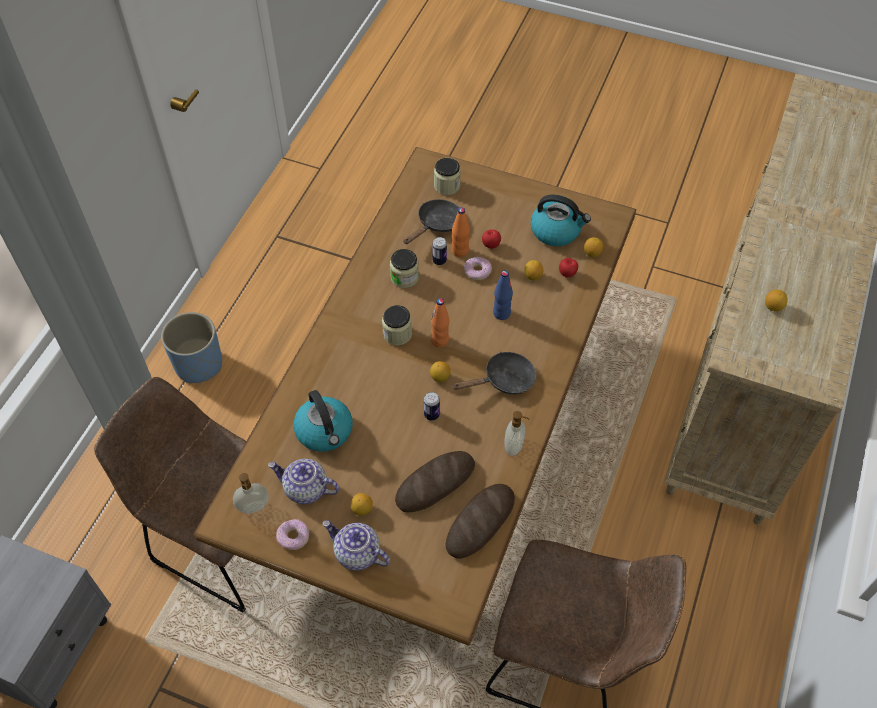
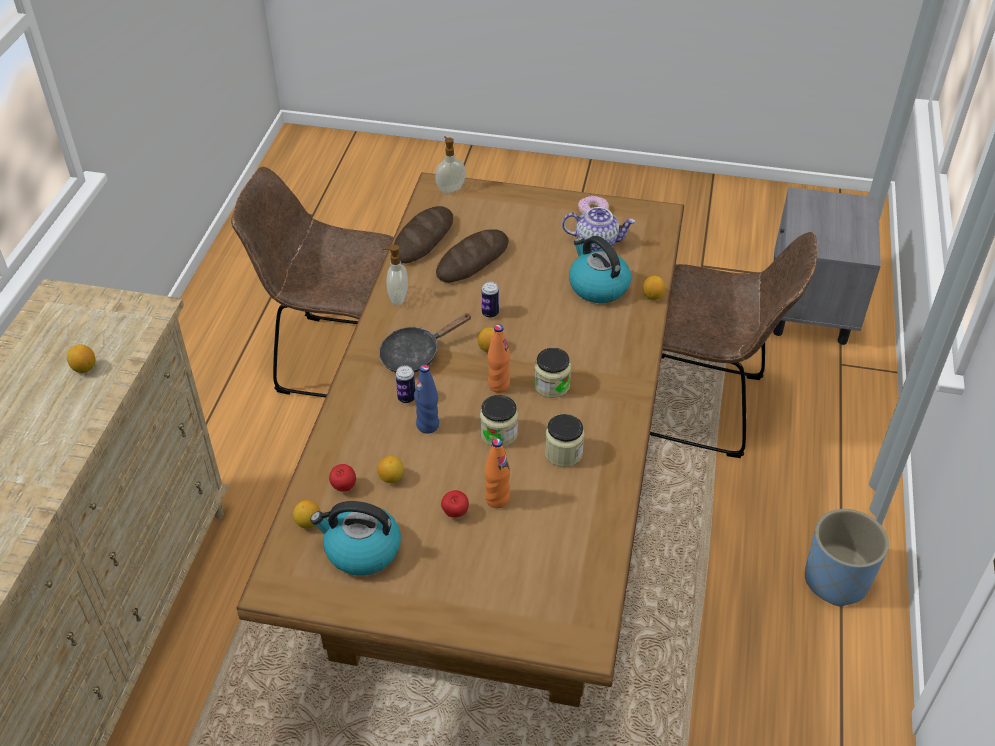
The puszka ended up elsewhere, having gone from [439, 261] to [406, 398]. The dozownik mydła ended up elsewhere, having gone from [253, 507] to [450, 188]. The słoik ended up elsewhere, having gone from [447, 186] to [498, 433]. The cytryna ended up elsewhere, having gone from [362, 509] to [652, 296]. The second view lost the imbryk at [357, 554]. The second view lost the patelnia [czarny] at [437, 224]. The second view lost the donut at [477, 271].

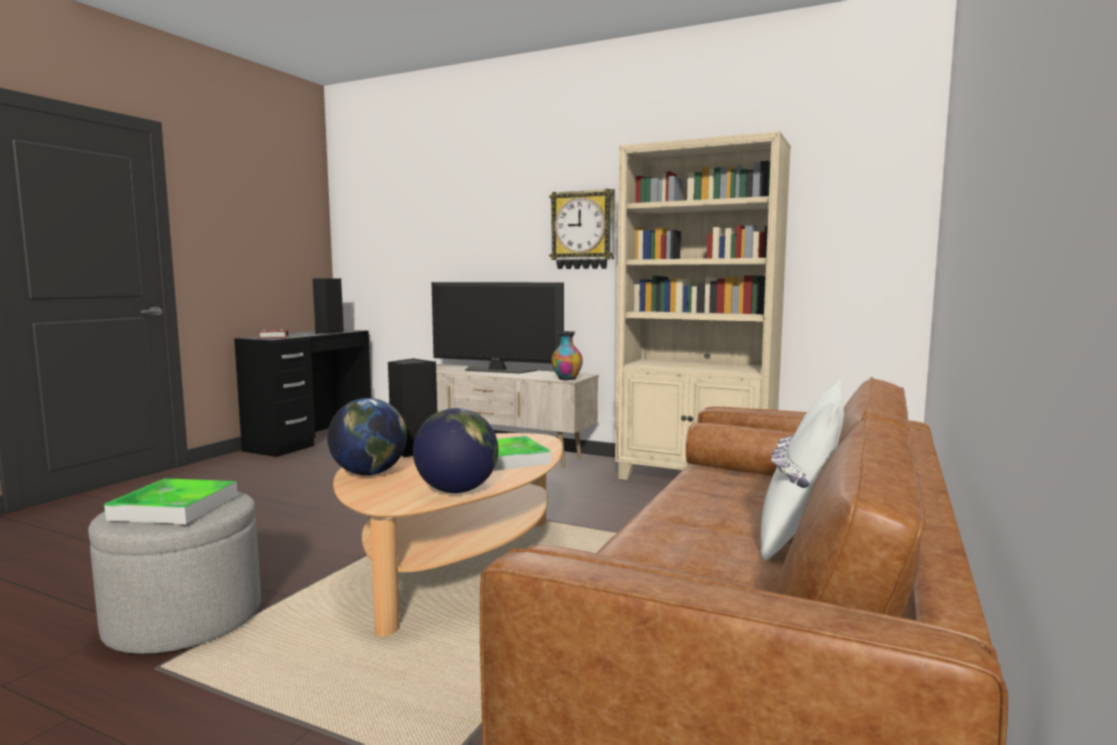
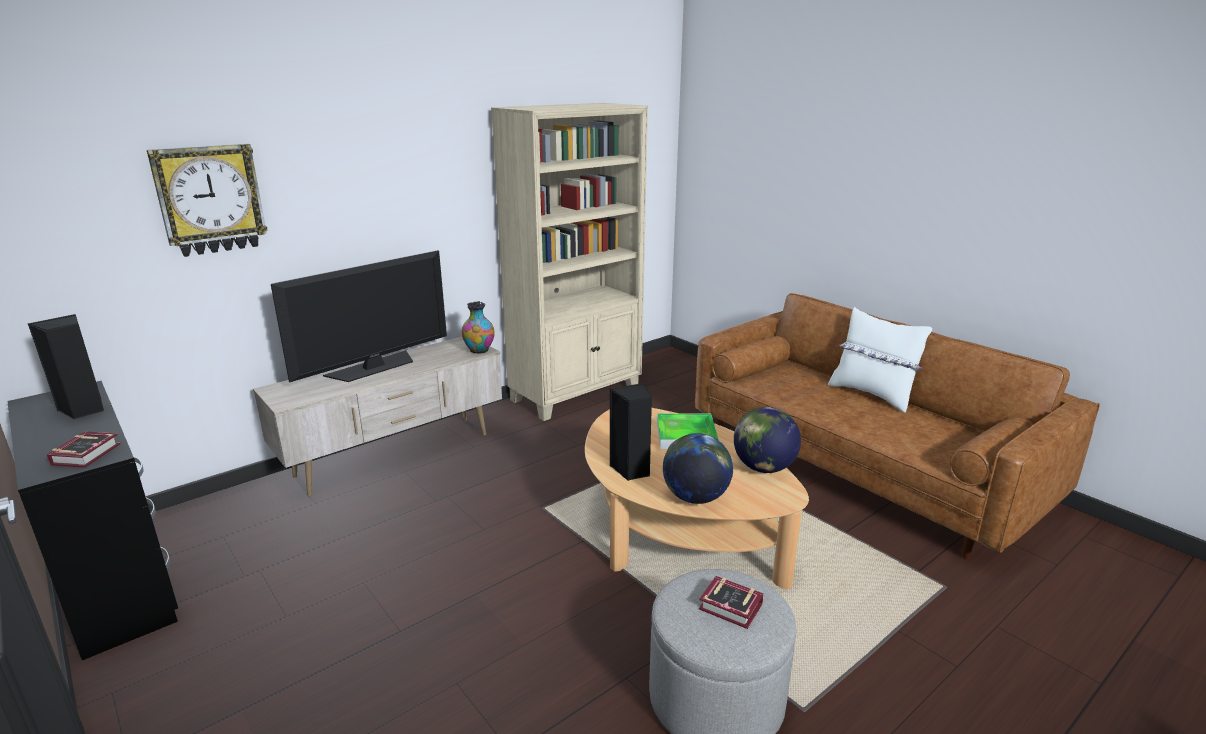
The zegar ścienny ended up elsewhere, having gone from [583, 230] to [210, 199]. Where the taca stood at [175, 507], the książka came to stand at [732, 608].

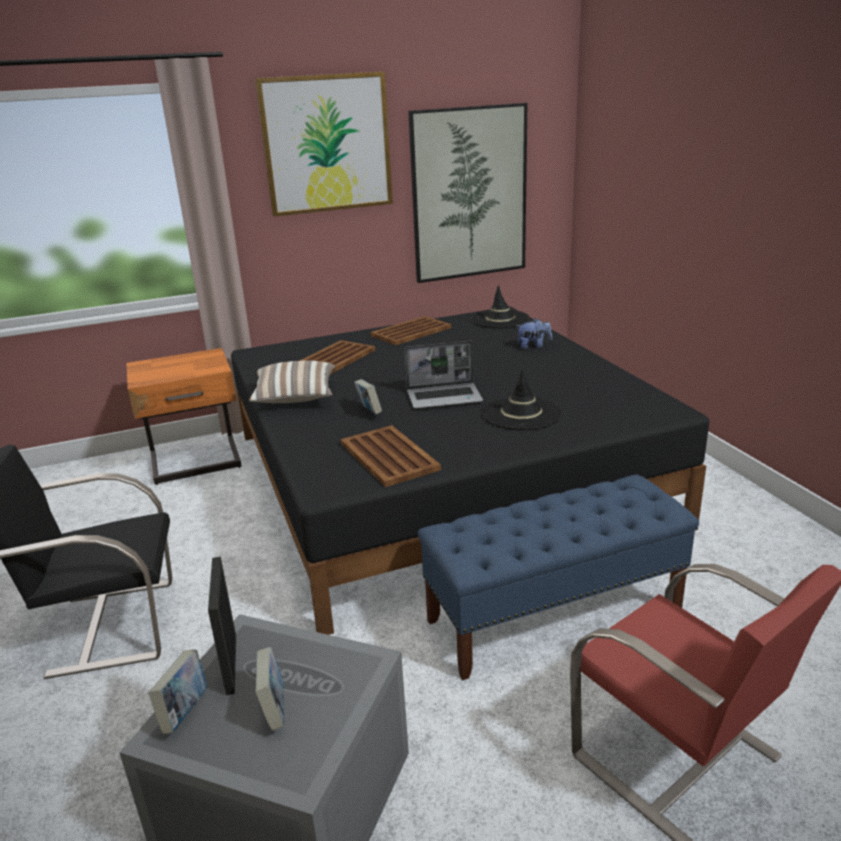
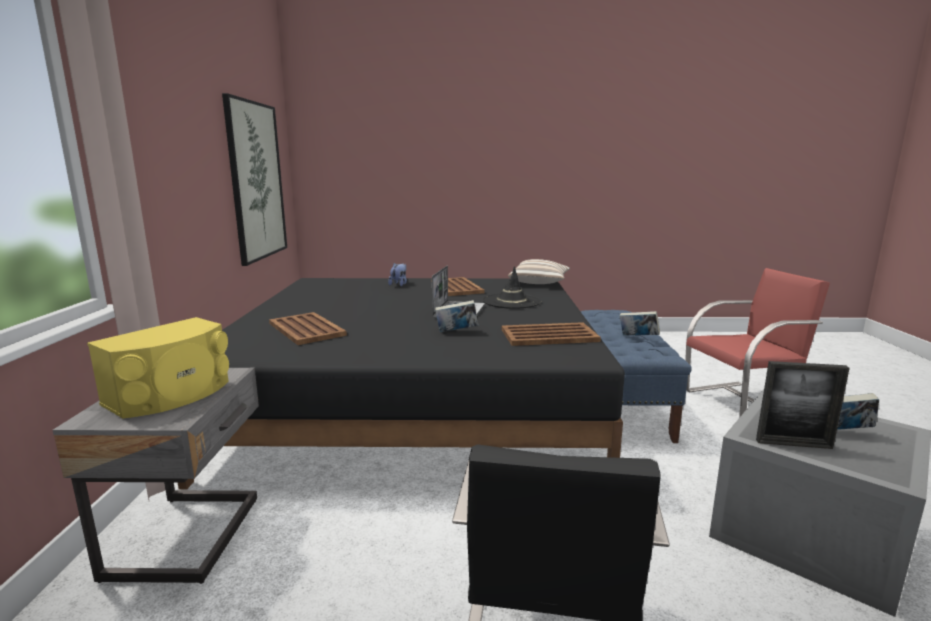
What was the szafka nocna [pomarańczowy] at [197, 463] turned into the szafka nocna [szary] at [190, 536]. The second view gained the głośnik [żółty] at [172, 394]. The taca [brązowy] ended up elsewhere, having gone from [411, 331] to [456, 287]. The poduszka ended up elsewhere, having gone from [295, 398] to [539, 283]. The książka ended up elsewhere, having gone from [184, 711] to [638, 337]. The second view lost the obraz at [327, 144]. The second view lost the kapelusz [czarny] at [500, 319].

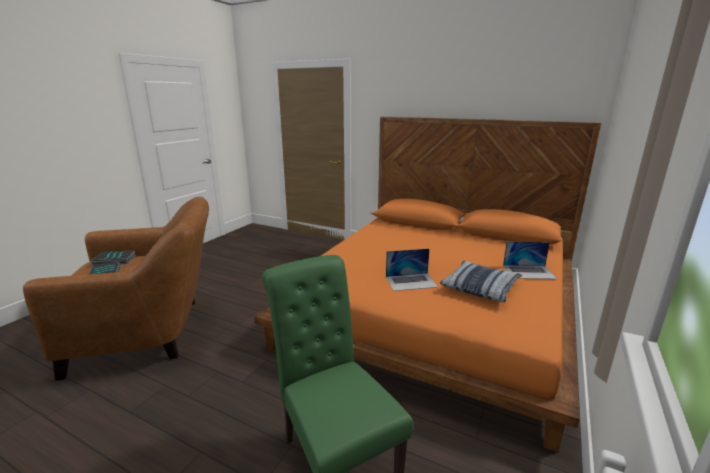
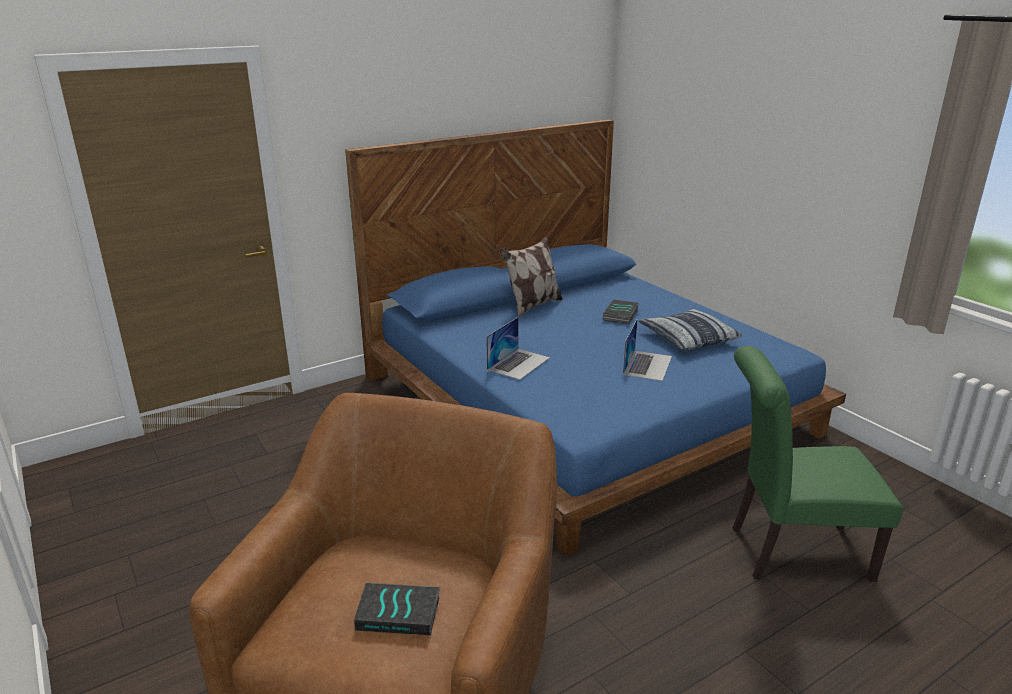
What was the łóżko [pomarańczowy] at [435, 310] turned into the łóżko [niebieski] at [584, 404]. The laptop ended up elsewhere, having gone from [529, 272] to [518, 363]. The second view gained the poduszka at [532, 306]. The książka ended up elsewhere, having gone from [114, 261] to [621, 315].

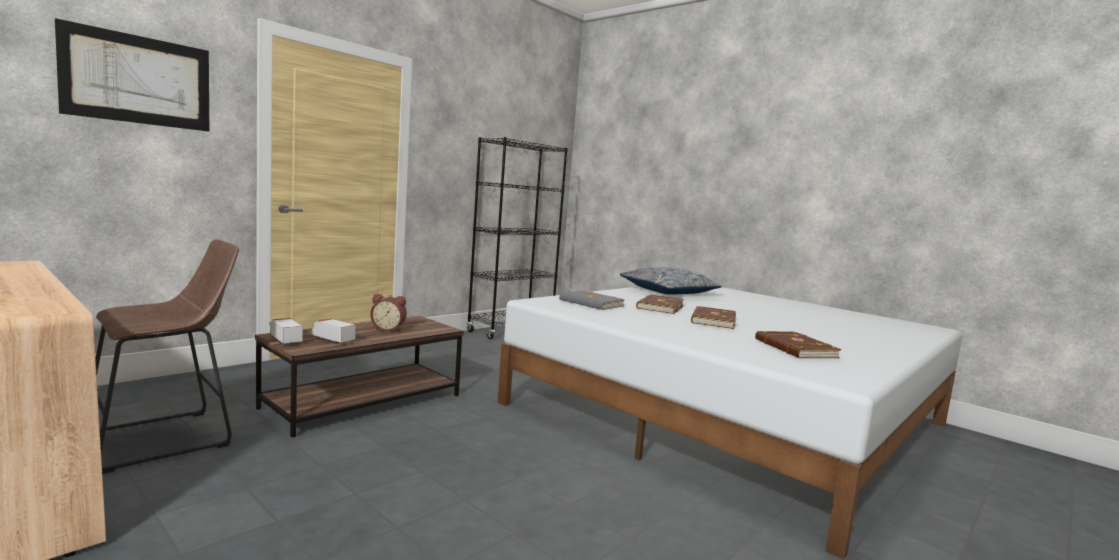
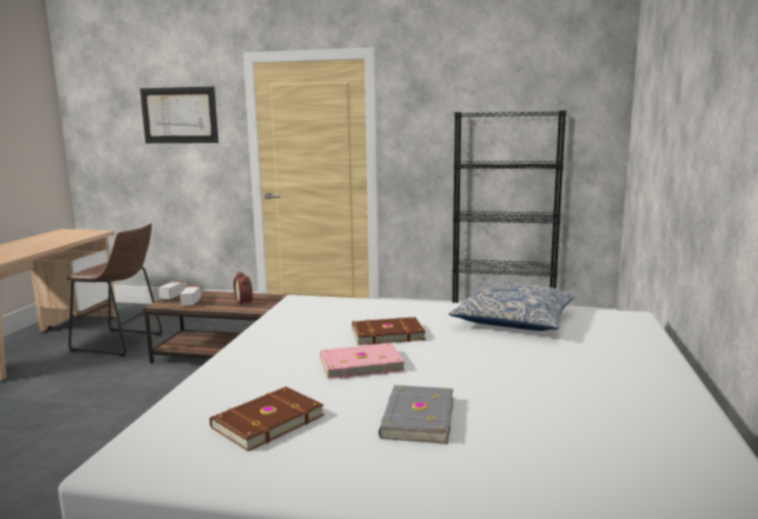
What was the książka [brązowy] at [712, 320] turned into the książka [różowy] at [360, 364]. The książka [szary] ended up elsewhere, having gone from [591, 303] to [416, 418].

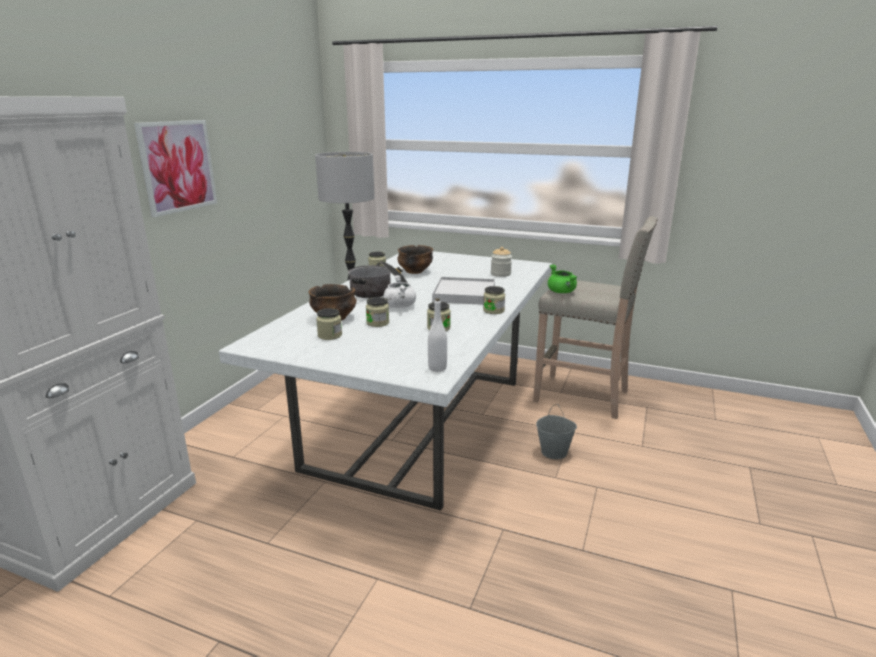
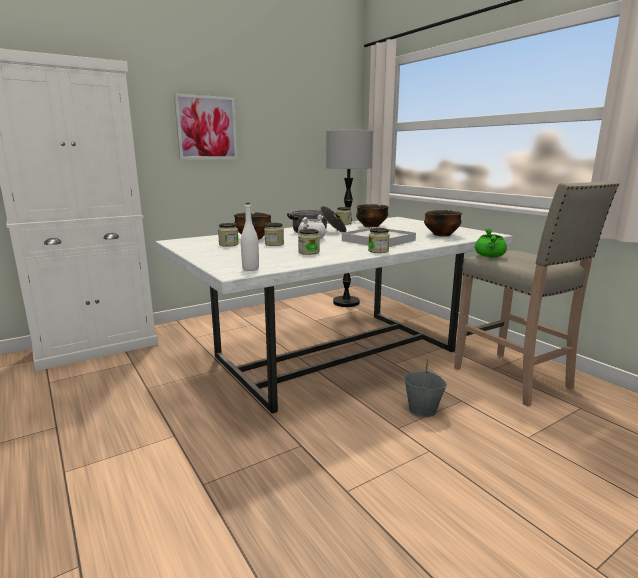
Where the słoik stood at [500, 274], the miska came to stand at [441, 235].

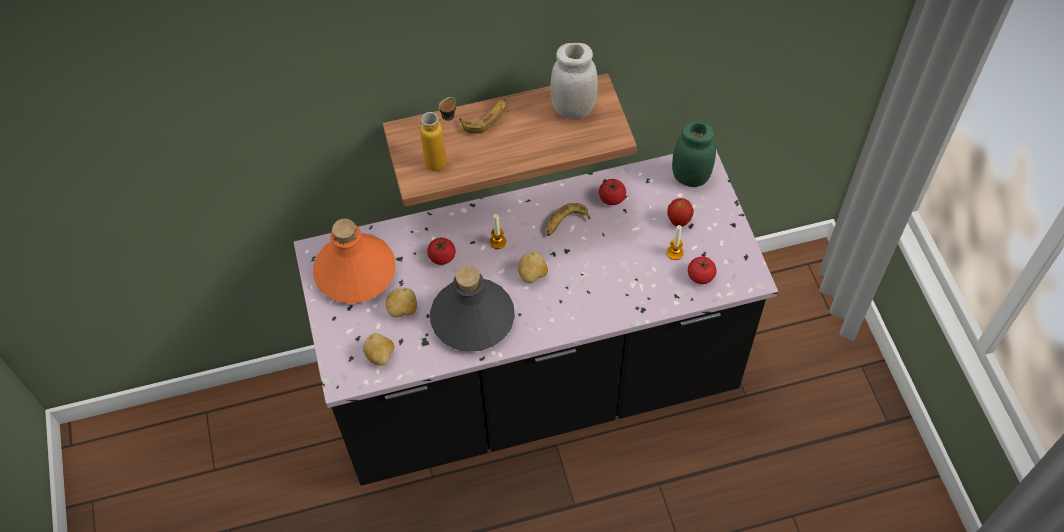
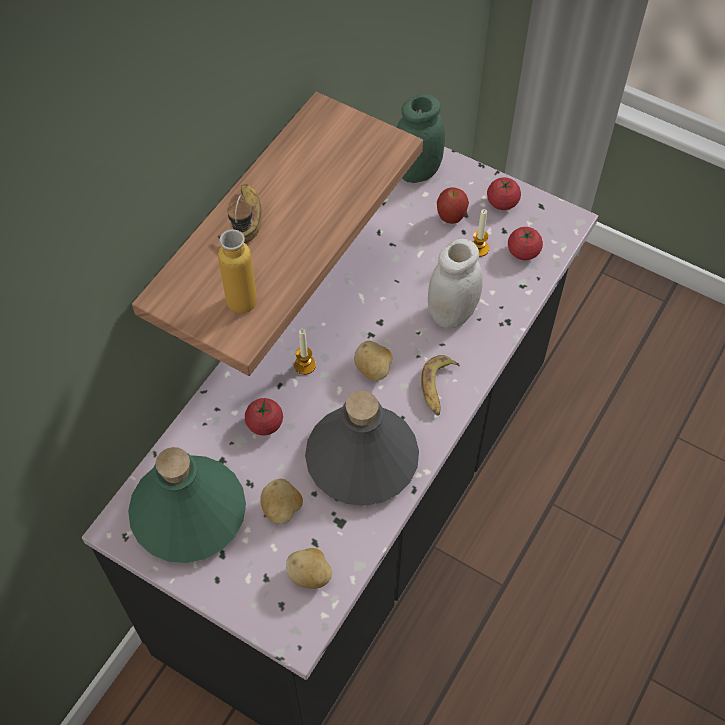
What was the butelka [pomarańczowy] at [355, 272] turned into the butelka [zielony] at [189, 513]. The banan ended up elsewhere, having gone from [566, 223] to [438, 388]. The słoik [biały] ended up elsewhere, having gone from [573, 109] to [452, 314]. The pomidor ended up elsewhere, having gone from [611, 198] to [502, 202].

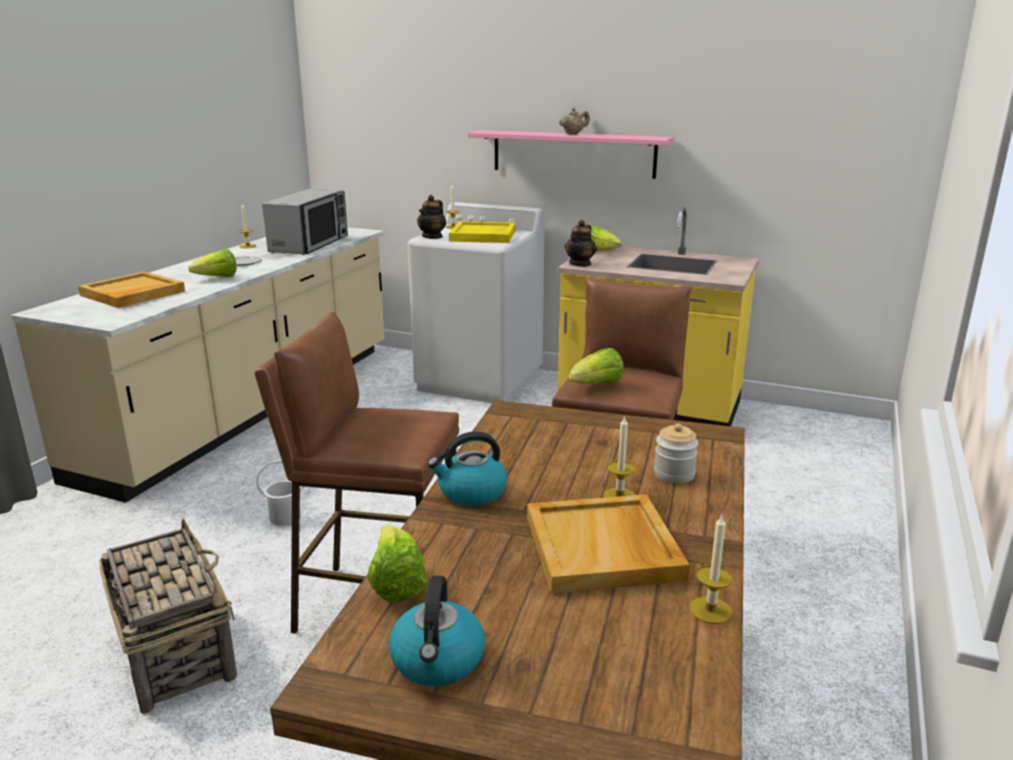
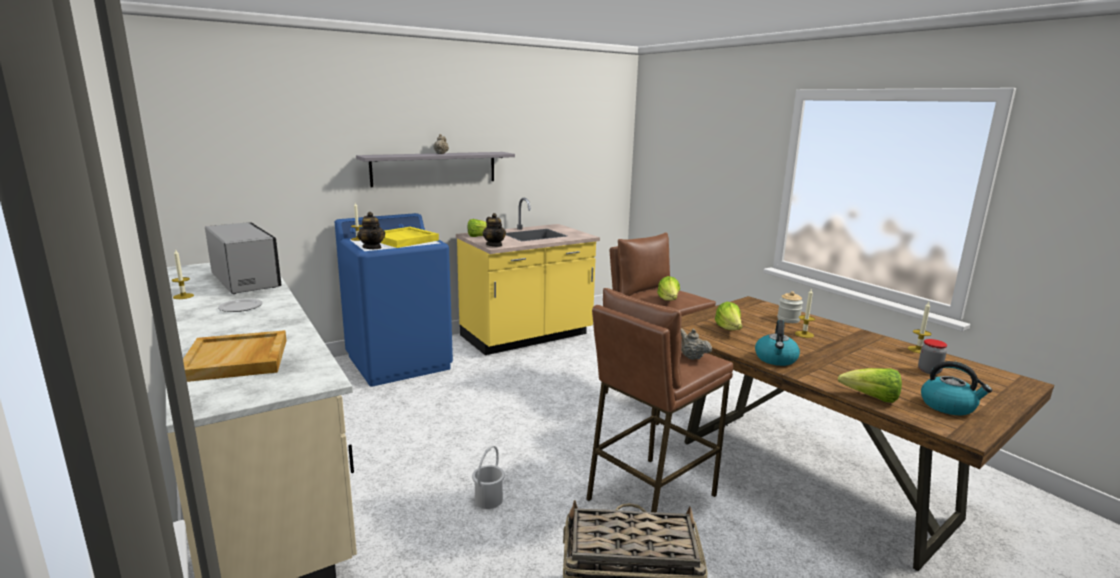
What was the pralka [biały] at [480, 380] turned into the pralka [niebieski] at [399, 362]. What was the półka [różowy] at [573, 153] turned into the półka [szary] at [434, 168]. The second view gained the imbryk [beżowy] at [690, 357]. The sałata ended up elsewhere, having gone from [217, 278] to [729, 330]. The second view gained the słoik at [929, 371]. The second view lost the taca [beżowy] at [604, 548].

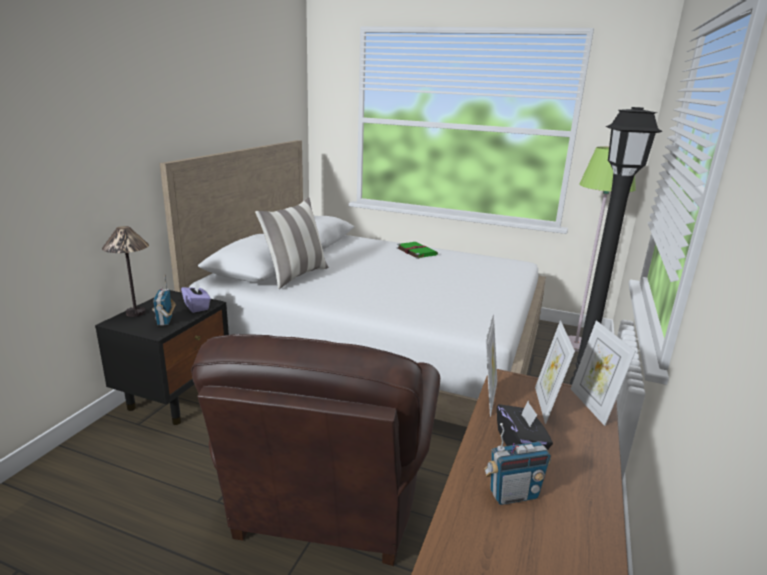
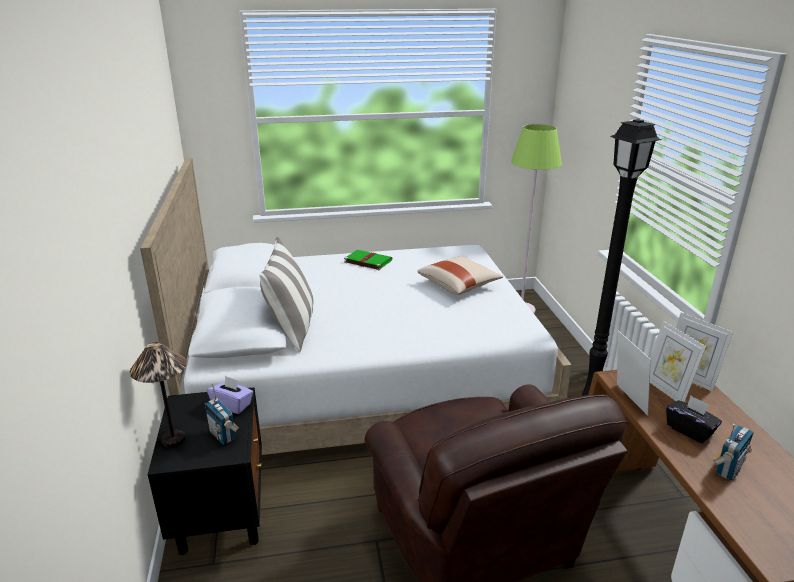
The second view gained the poduszka [beżowy] at [459, 285].

